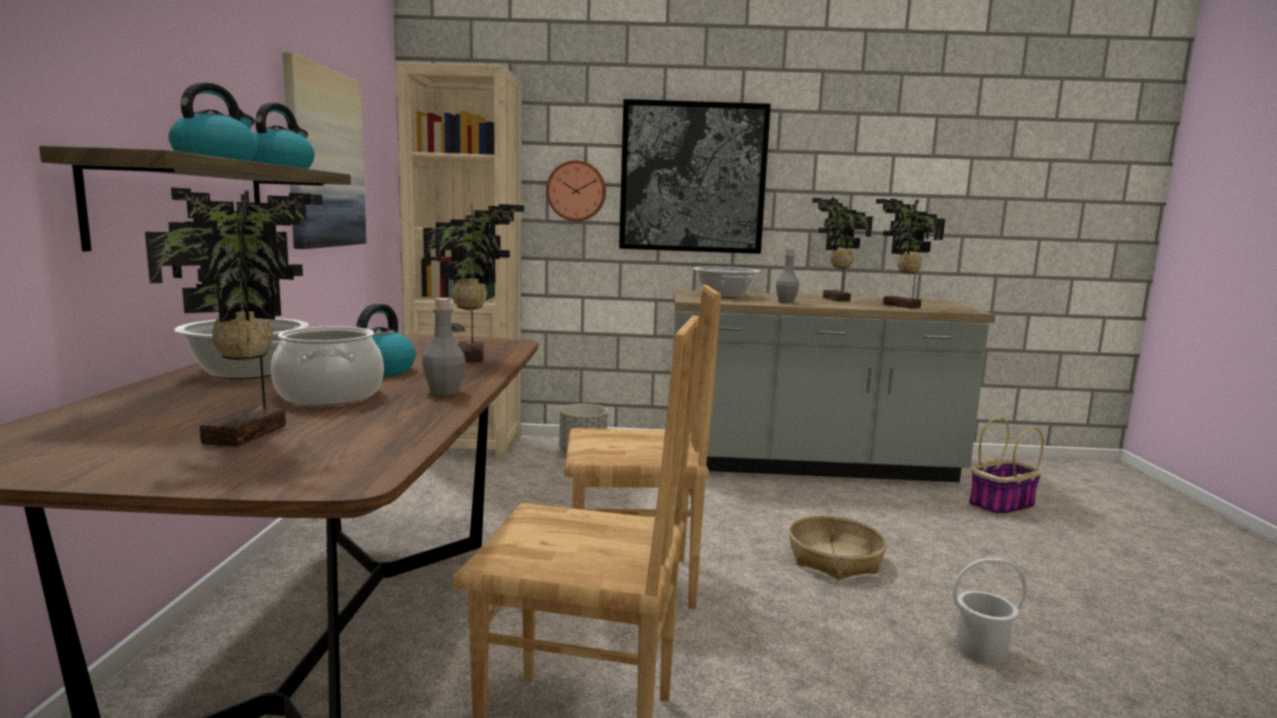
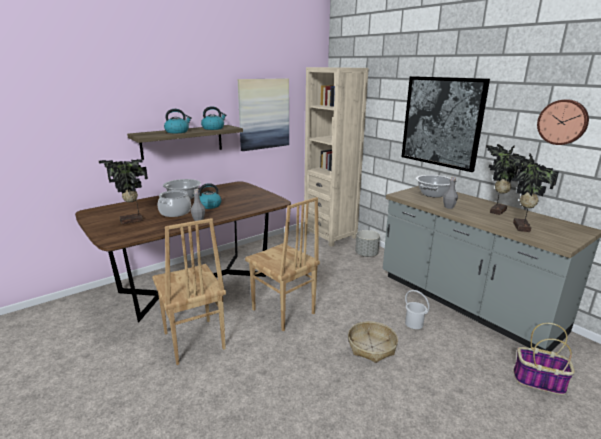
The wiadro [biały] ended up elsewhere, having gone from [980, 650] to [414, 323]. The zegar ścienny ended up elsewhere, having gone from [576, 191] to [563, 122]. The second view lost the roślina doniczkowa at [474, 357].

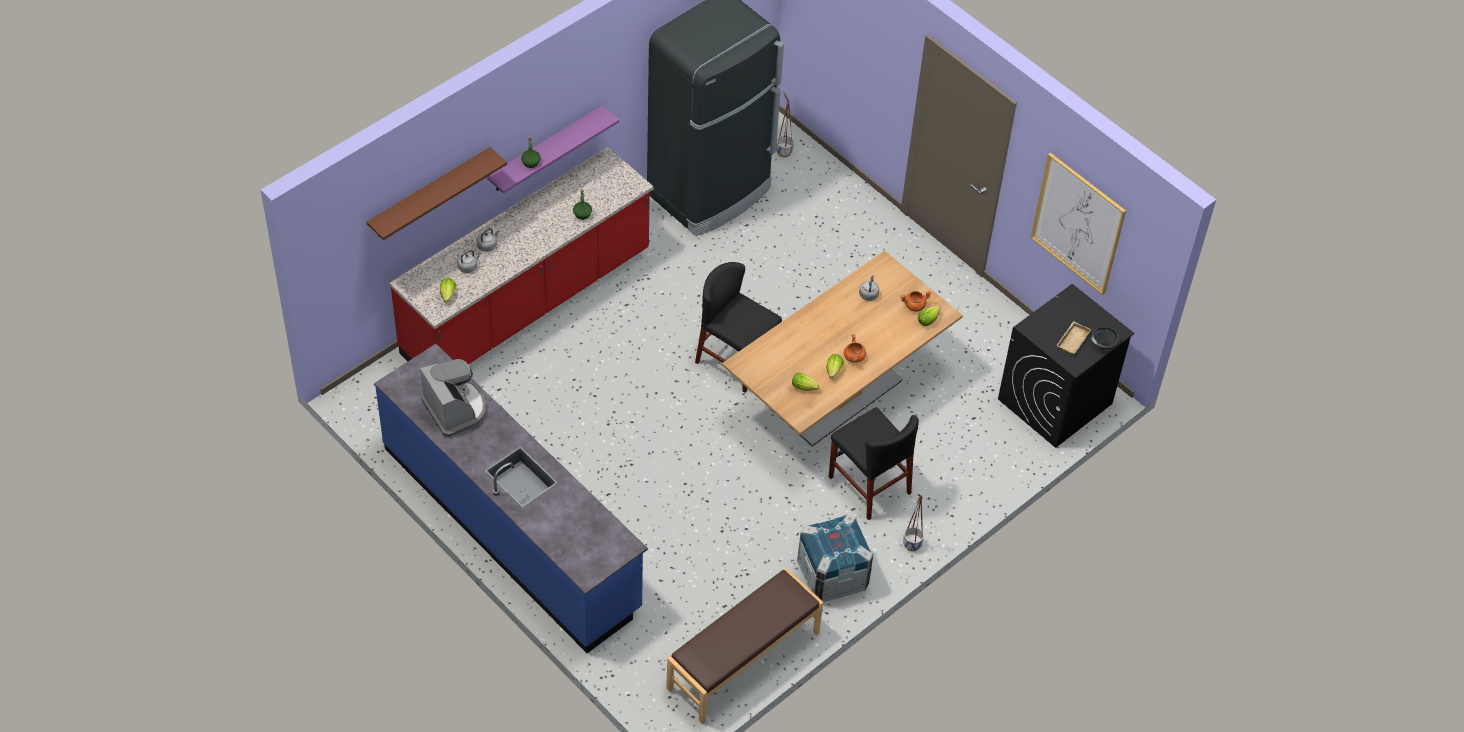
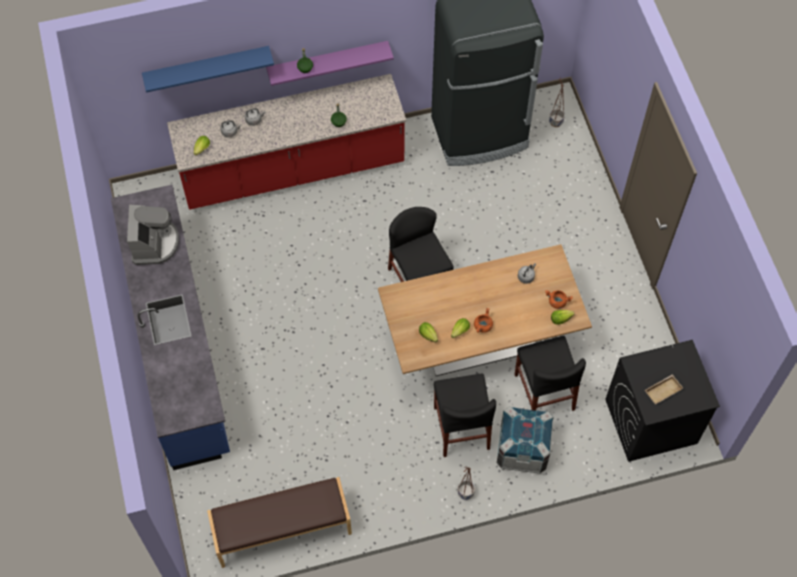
What was the półka [brązowy] at [430, 193] turned into the półka [niebieski] at [207, 66]. The skrzynka ended up elsewhere, having gone from [832, 575] to [522, 449]. The second view gained the krzesło [czarny] at [544, 392]. The second view lost the obraz at [1078, 223]. The second view lost the miska [czarny] at [1103, 344].

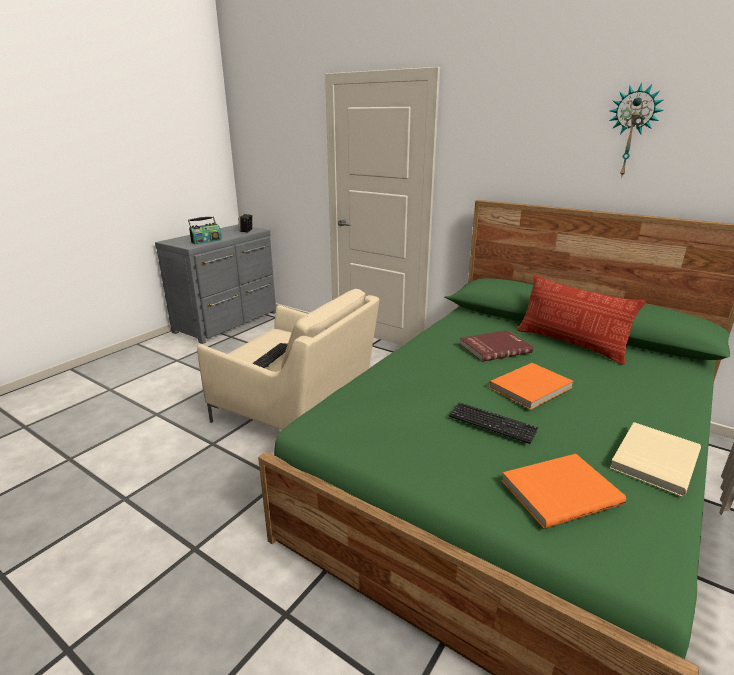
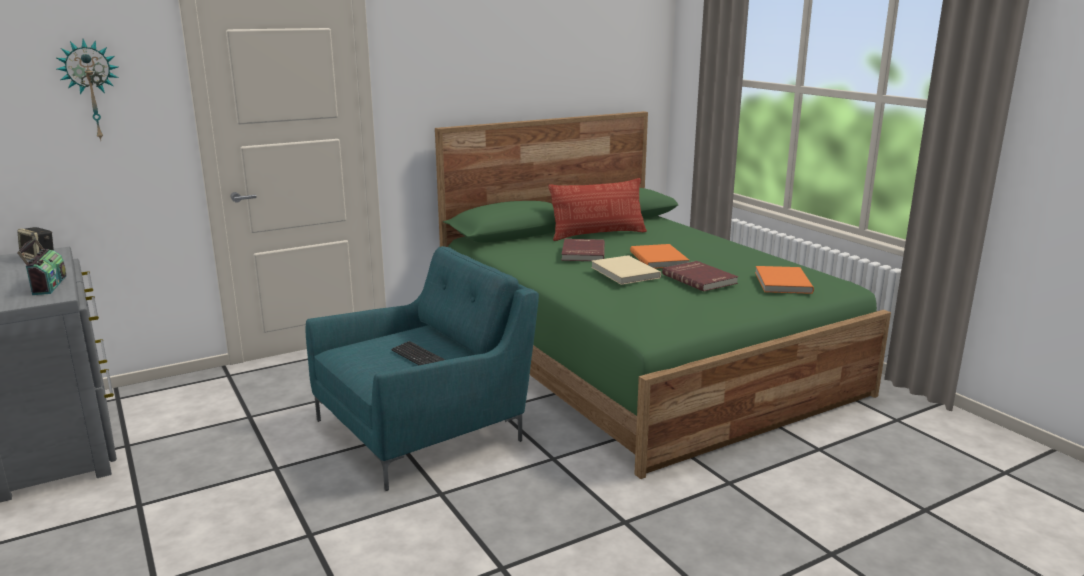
The zegar ścienny ended up elsewhere, having gone from [631, 132] to [91, 90]. What was the fotel [beżowy] at [296, 410] turned into the fotel [turkusowy] at [425, 428]. The książka [beżowy] ended up elsewhere, having gone from [652, 459] to [624, 273]. Where the klawiatura stood at [492, 424], the książka [czerwony] came to stand at [700, 278].

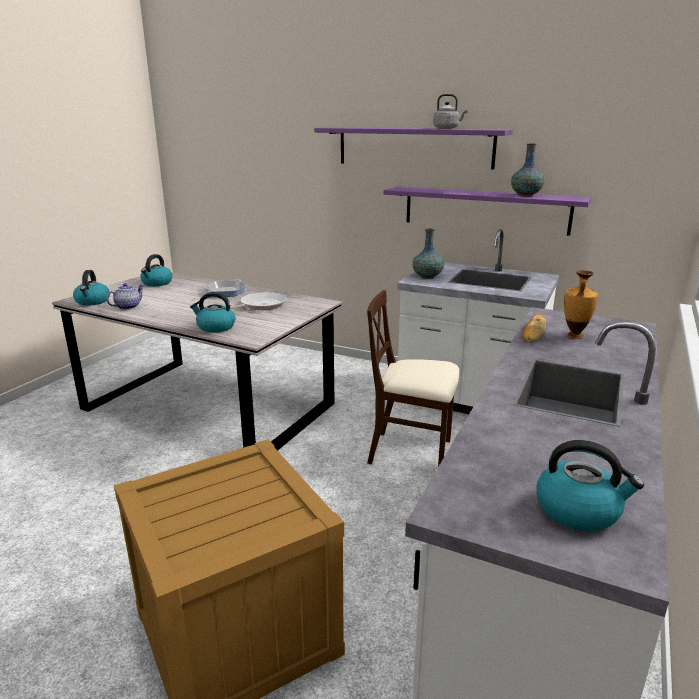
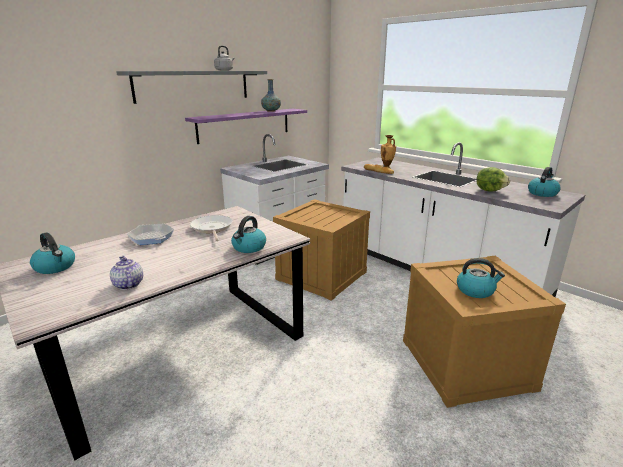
What was the półka [fioletowy] at [414, 147] turned into the półka [szary] at [194, 85]. Where the krzesło [beżowy] stood at [411, 452], the skrzynka came to stand at [321, 275]. The czajnik ended up elsewhere, having gone from [92, 301] to [476, 290]. The second view gained the sałata at [489, 190]. The second view lost the wazon at [427, 276].

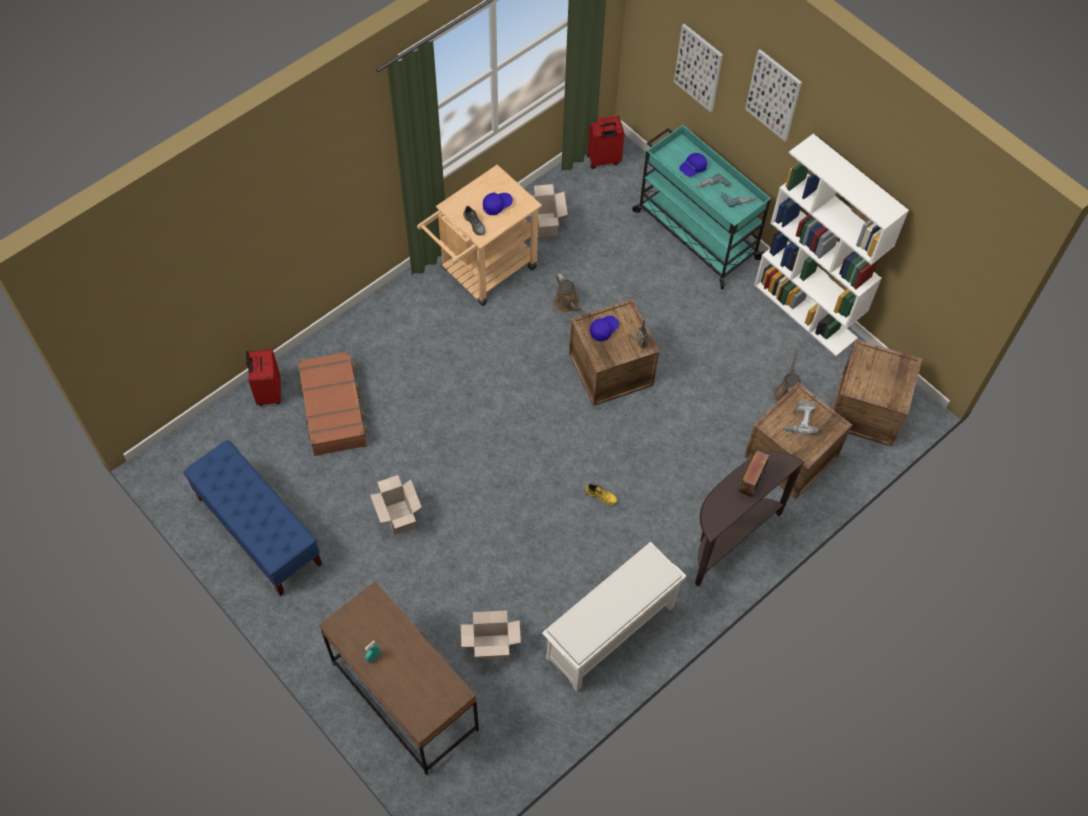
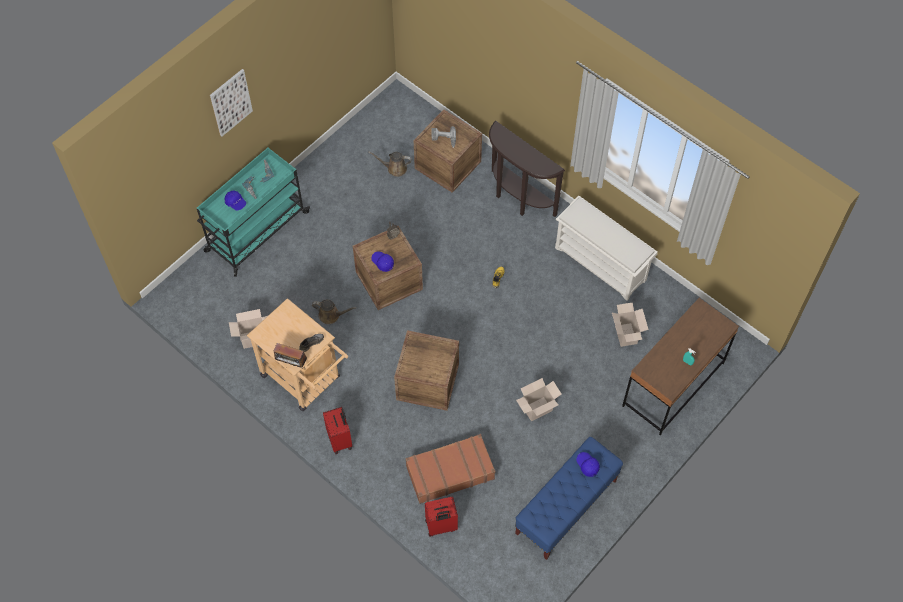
The radio ended up elsewhere, having gone from [750, 483] to [291, 363]. The konewka [brązowy] at [567, 304] ended up facing another way, 45 degrees clockwise from before. The walizka [czerwony] ended up elsewhere, having gone from [603, 160] to [340, 440]. The skrzynka ended up elsewhere, having gone from [866, 409] to [427, 382]. The czapka z daszkiem [niebieski] ended up elsewhere, having gone from [497, 205] to [587, 465]. The second view lost the obraz at [698, 67]. The second view lost the regał [biały] at [806, 311].

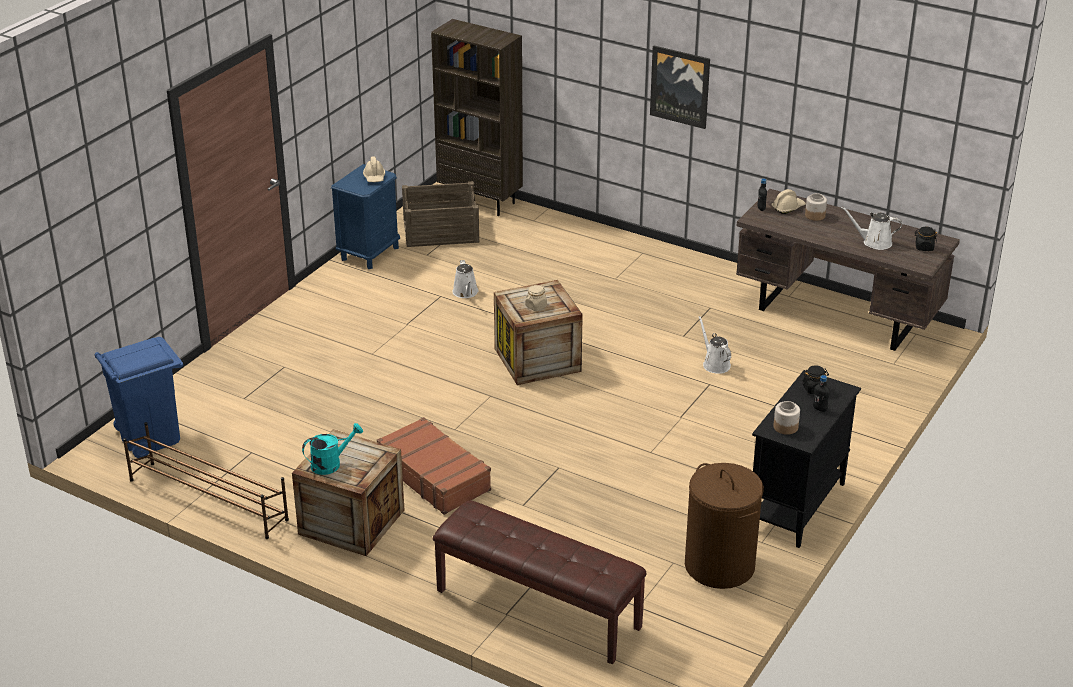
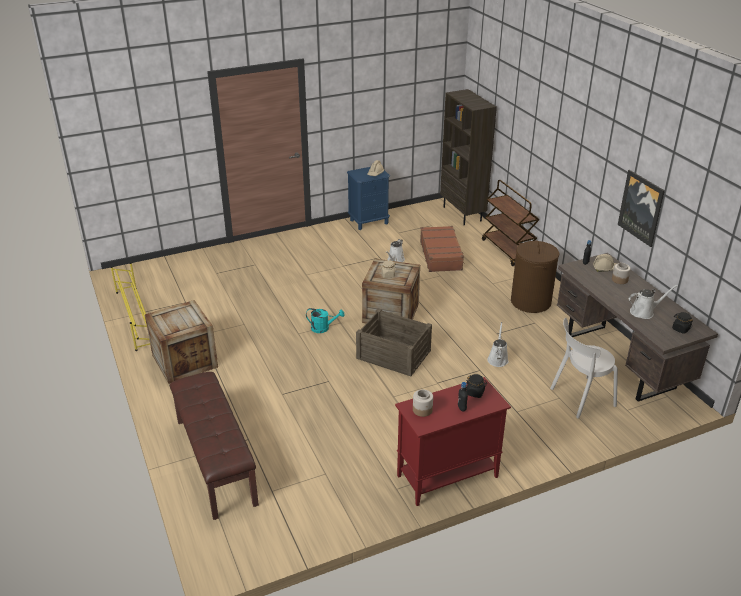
What was the regał na buty [brązowy] at [207, 499] turned into the regał na buty [żółty] at [136, 317]. The konewka [turkusowy] ended up elsewhere, having gone from [331, 464] to [323, 328]. The skrzynka ended up elsewhere, having gone from [441, 231] to [393, 354]. What was the szafka [czarny] at [796, 507] turned into the szafka [czerwony] at [446, 477]. The walizka [brązowy] ended up elsewhere, having gone from [434, 476] to [441, 255]. The second view gained the wózek [brązowy] at [508, 250]. The kosz na pranie [brązowy] ended up elsewhere, having gone from [720, 566] to [531, 302]. The second view gained the krzesło [biały] at [580, 398]. The obraz ended up elsewhere, having gone from [680, 86] to [641, 207]. The konewka [biały] at [874, 242] ended up facing another way, 120 degrees clockwise from before. The second view lost the kosz na śmieci [niebieski] at [150, 437].

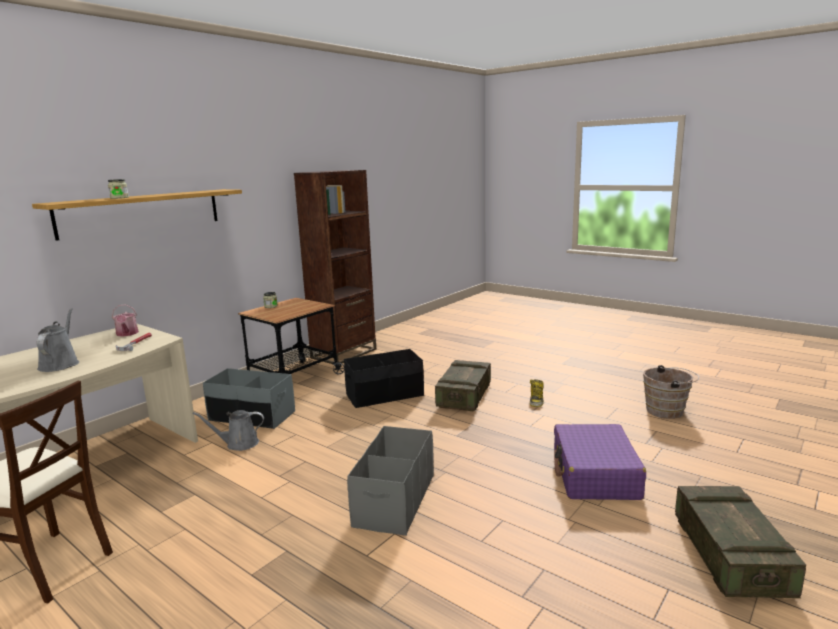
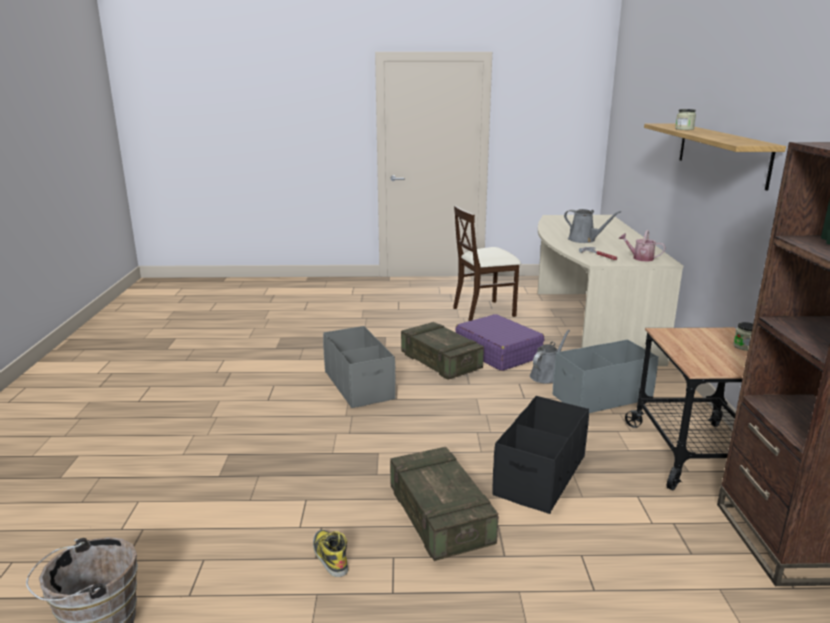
The skrzynka ended up elsewhere, having gone from [730, 556] to [440, 363]. The walizka [fioletowy] ended up elsewhere, having gone from [595, 474] to [497, 353].

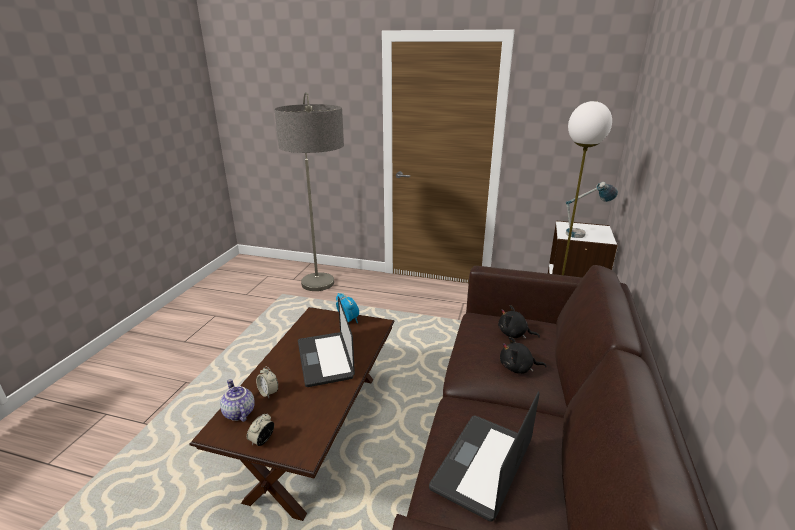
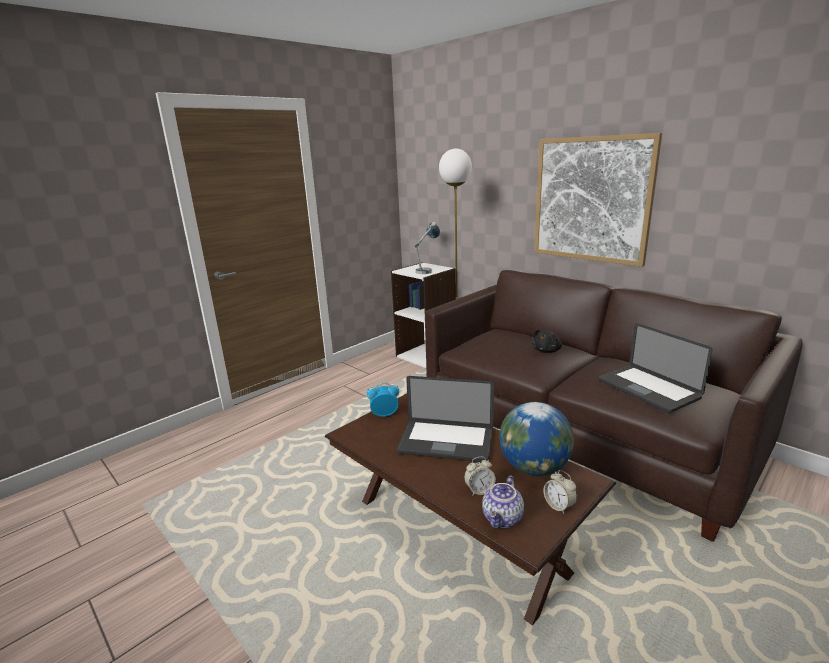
The imbryk at [238, 413] ended up facing another way, 60 degrees counterclockwise from before. The second view gained the globus at [534, 468]. The second view gained the obraz at [591, 199]. The second view lost the lampa stojąca at [322, 302]. The second view lost the pluszak [czarny] at [514, 334].

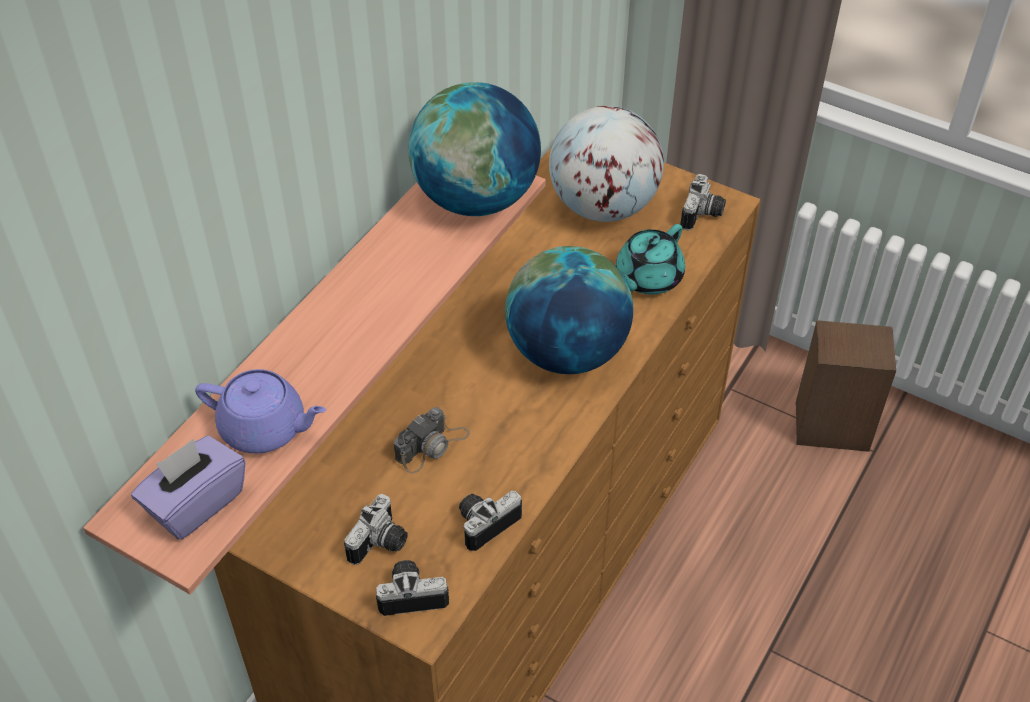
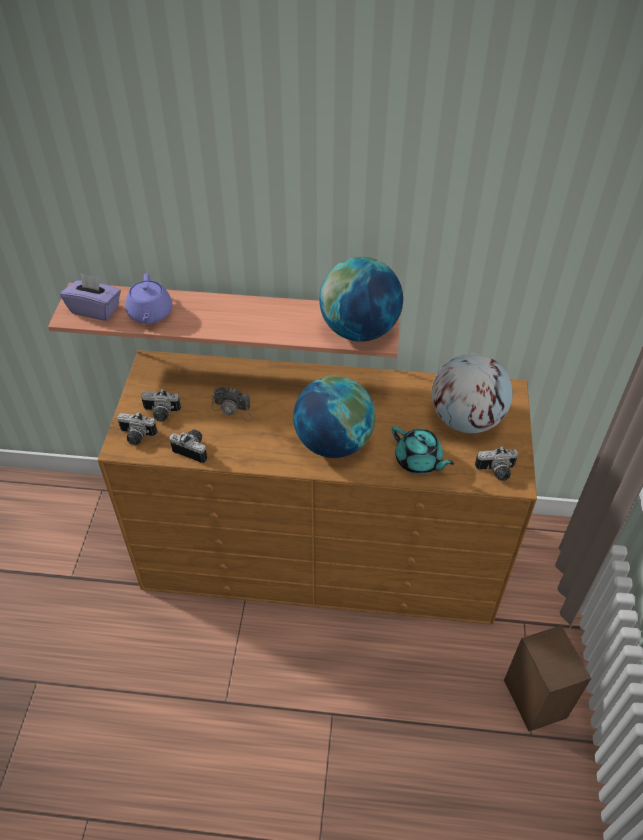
The aparat fotograficzny at [412, 593] ended up facing another way, 135 degrees clockwise from before. The imbryk [turkusowy] at [647, 278] ended up facing another way, 150 degrees counterclockwise from before.

